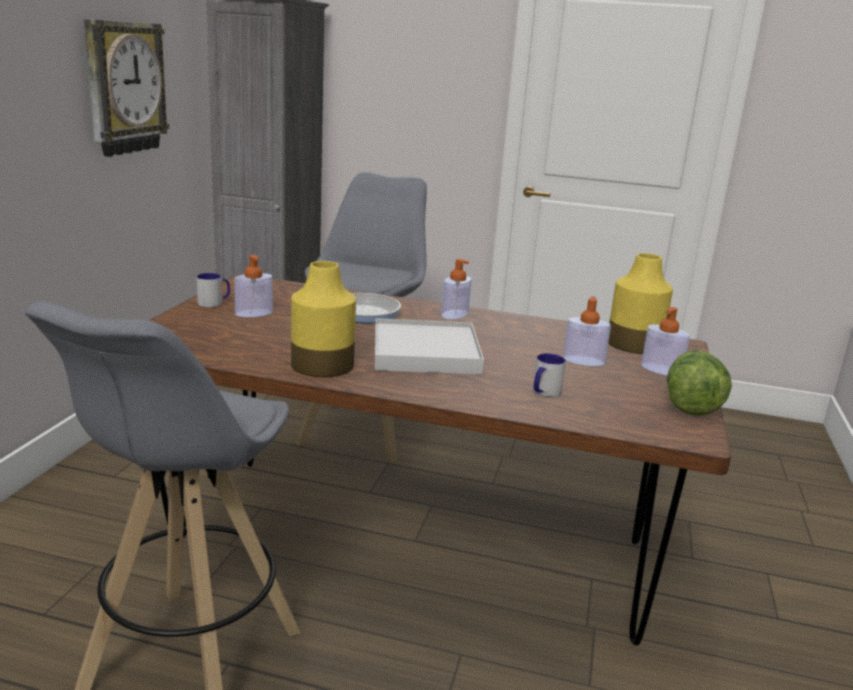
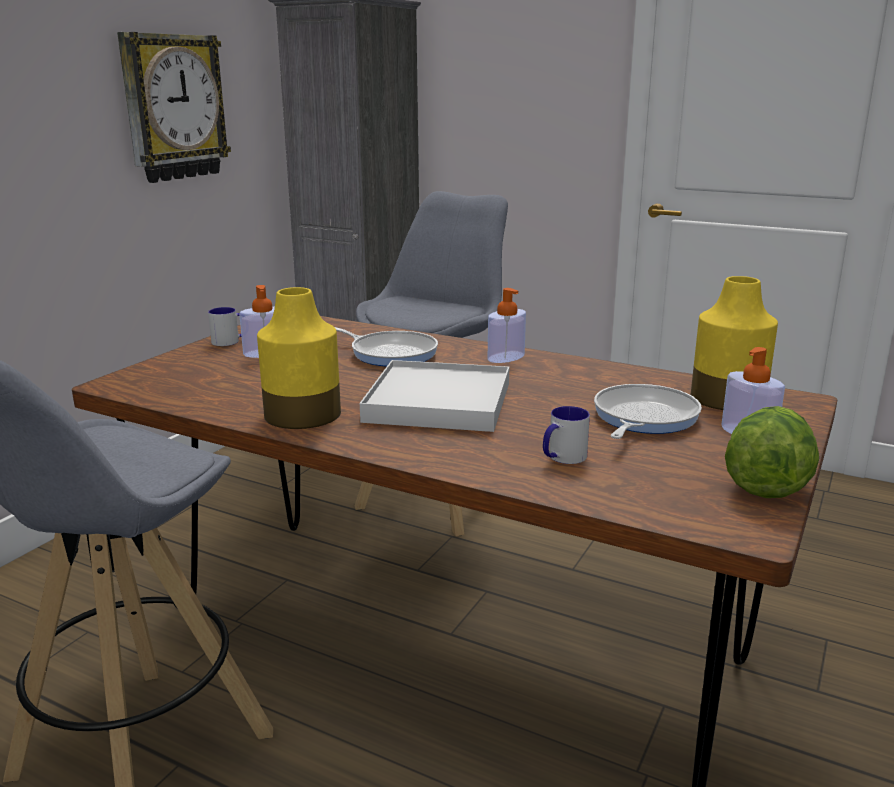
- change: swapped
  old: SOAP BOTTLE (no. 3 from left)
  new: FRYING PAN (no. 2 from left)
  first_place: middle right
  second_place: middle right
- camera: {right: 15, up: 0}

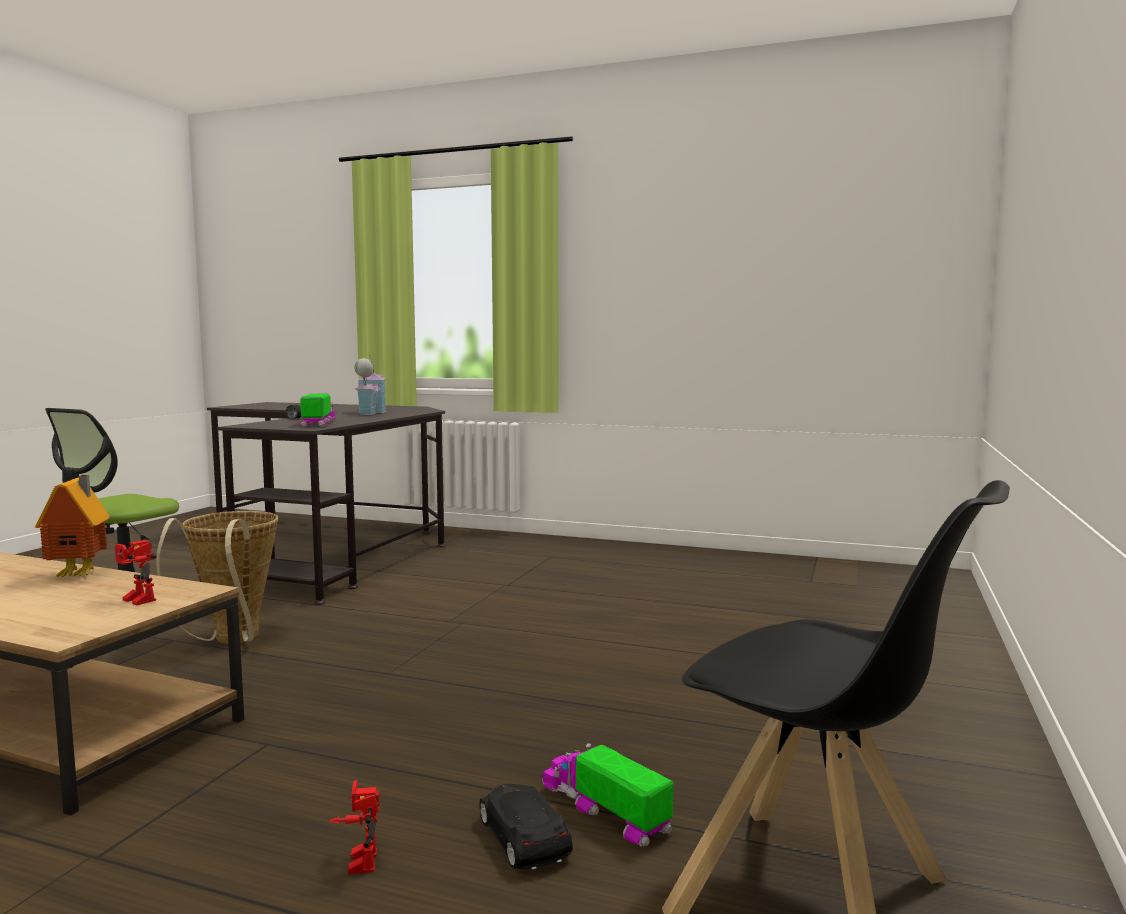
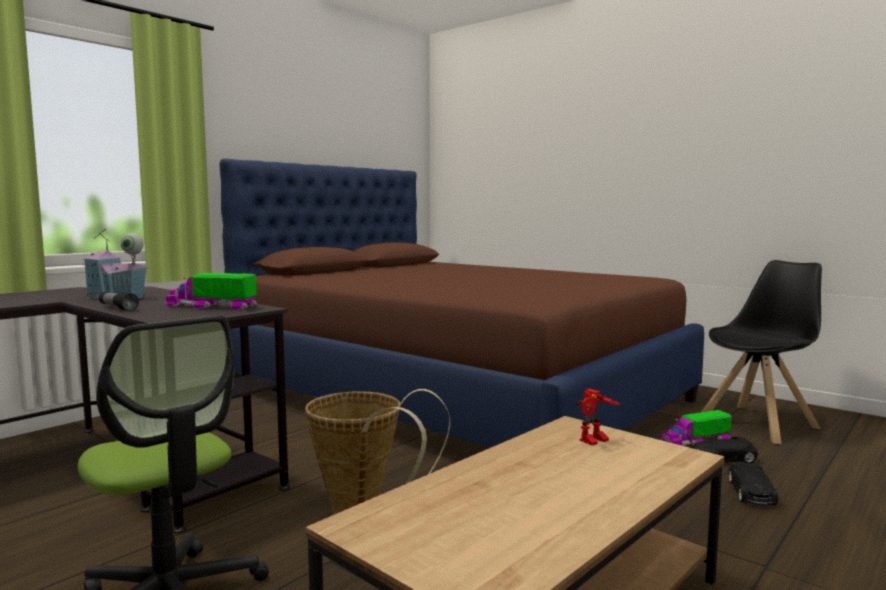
- change: gone
  old: MODEL HOUSE (no. 1 from left)
  first_place: middle left
- change: new
  new: BROWN-COLOURED BED
  second_place: centre
- change: swapped
  old: MODEL ROBOT (no. 2 from left)
  new: BLACK MODEL CAR (no. 2 from left)
  first_place: bottom left
  second_place: bottom right
- camera: {right: -70, up: 0}

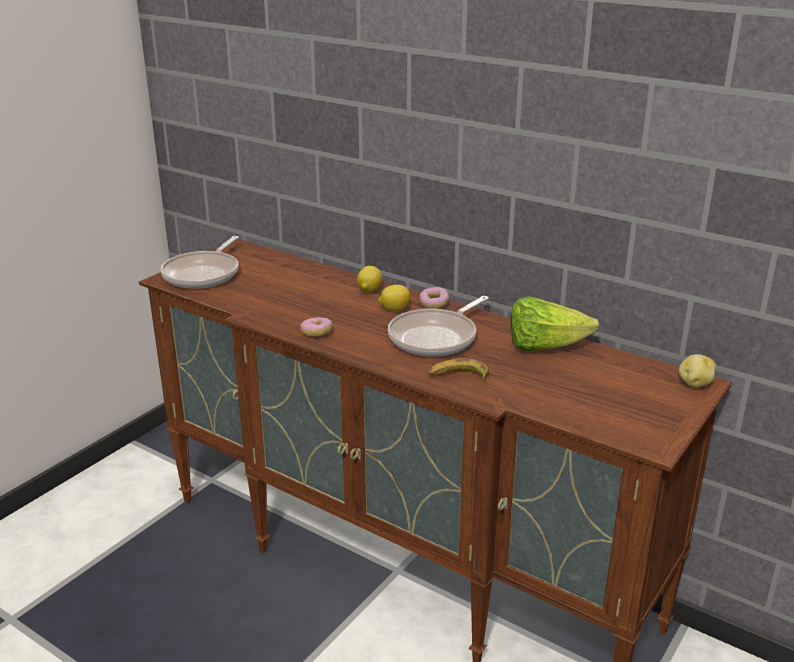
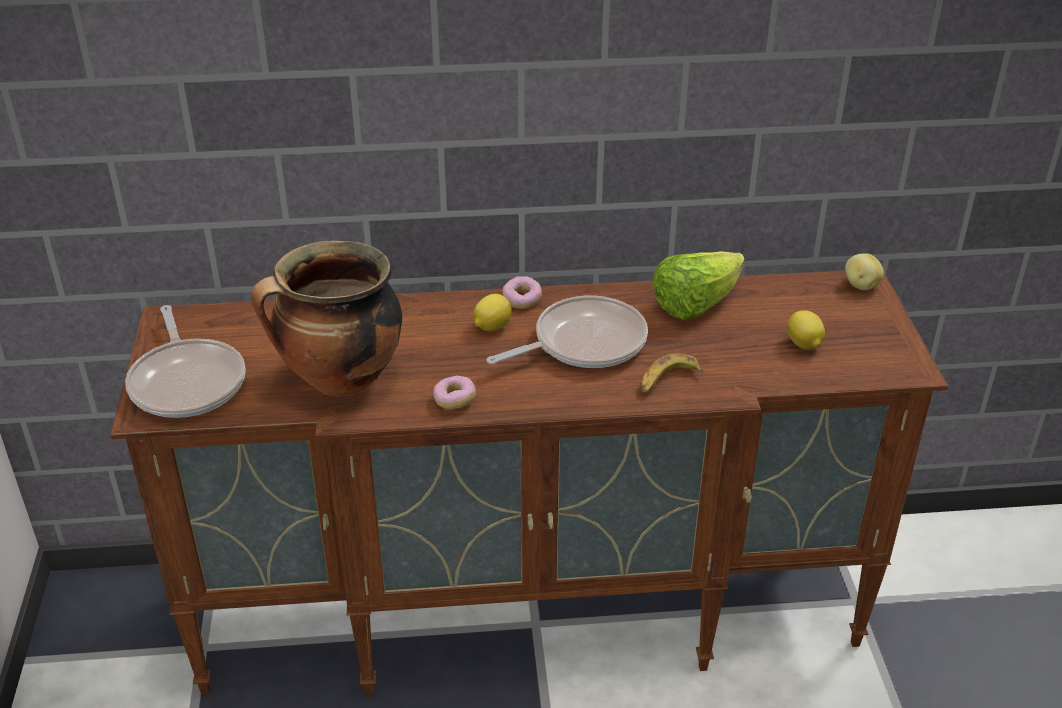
- change: new
  new: STOCKPOT
  second_place: middle left
- change: shifted
  old: LEMON (no. 1 from left in the first image)
  new: LEMON (no. 2 from left)
  first_place: centre
  second_place: middle right
- change: rotated
  old: FRYING PAN (no. 2 from left)
  first_place: centre
  second_place: centre
  degrees: -120
- camera: {right: -40, up: 10}

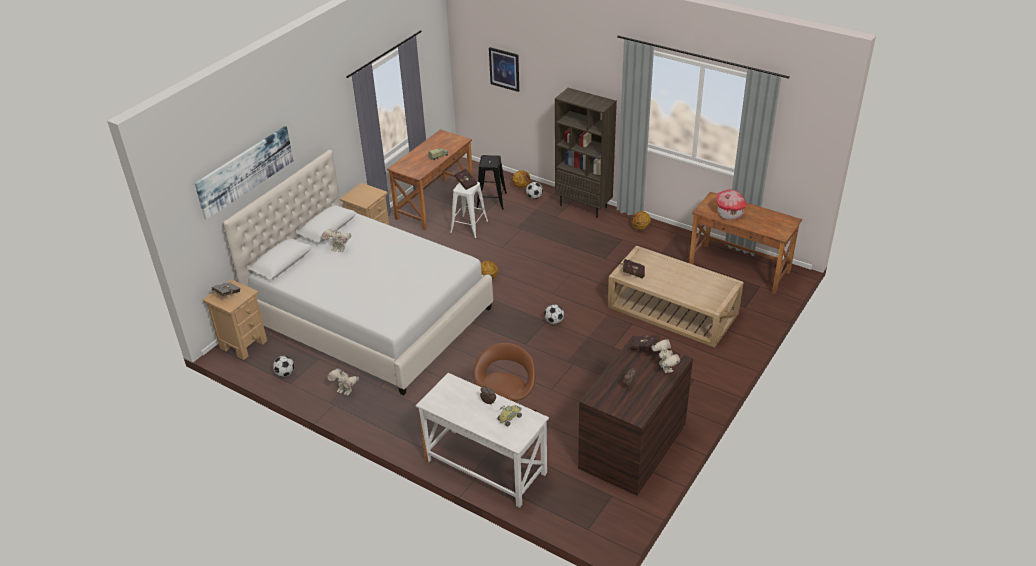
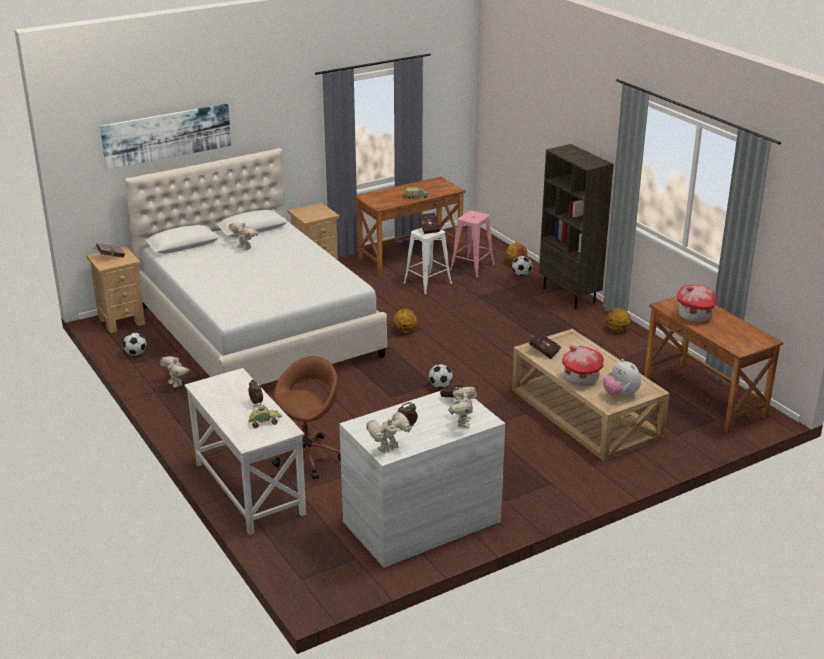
- change: gone
  old: WALL PICTURE (no. 2 from left)
  first_place: top centre
- change: new
  new: MODEL ROBOT (no. 3 from left)
  second_place: centre
- change: new
  new: MODEL HOUSE (no. 1 from left)
  second_place: middle right
- change: new
  new: CUDDLY TOY
  second_place: middle right
- change: repainted
  old: BLACK STOOL SEAT
  new: PINK STOOL SEAT
  first_place: top centre
  second_place: centre
- change: repainted
  old: BROWN-COLOURED DRESSER
  new: WHITISH DRESSER
  first_place: bottom centre
  second_place: bottom centre
- camera: {right: 25, up: -10}

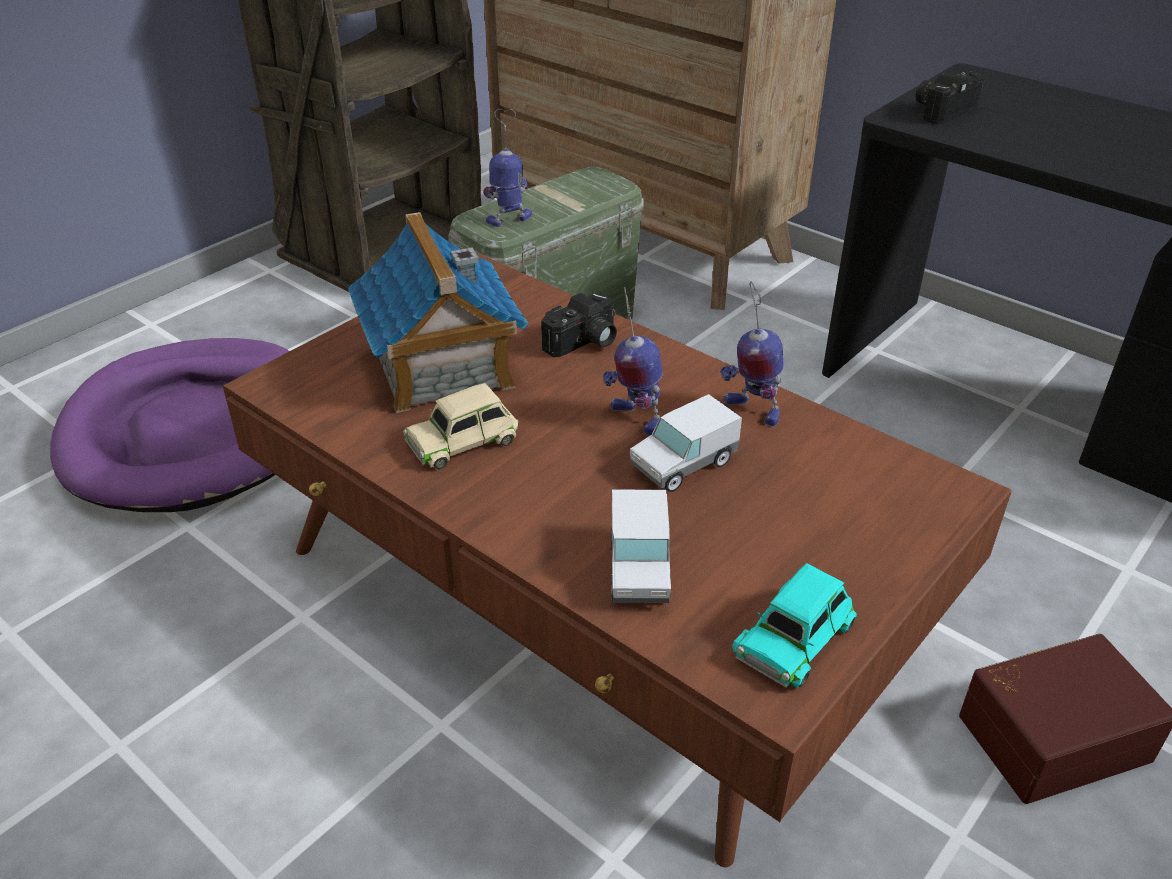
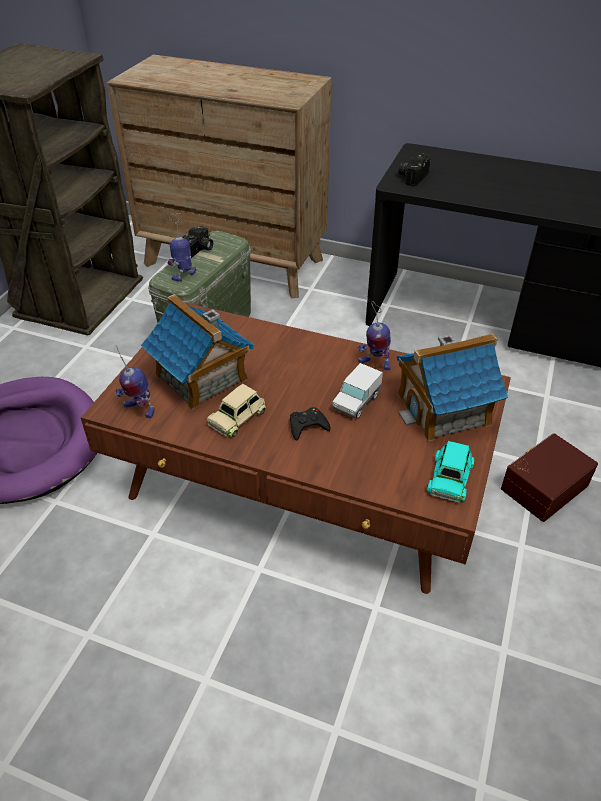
- change: gone
  old: TOY TRUCK (no. 1 from left)
  first_place: centre
- change: new
  new: BLACK GAME CONTROLLER
  second_place: centre
- change: new
  new: MODEL HOUSE (no. 2 from left)
  second_place: middle right
- change: shifted
  old: STILL CAMERA (no. 1 from left)
  first_place: centre
  second_place: top left
- change: shifted
  old: MODEL ROBOT (no. 2 from left in the first image)
  new: MODEL ROBOT (no. 1 from left)
  first_place: centre
  second_place: middle left
- camera: {right: -20, up: 5}

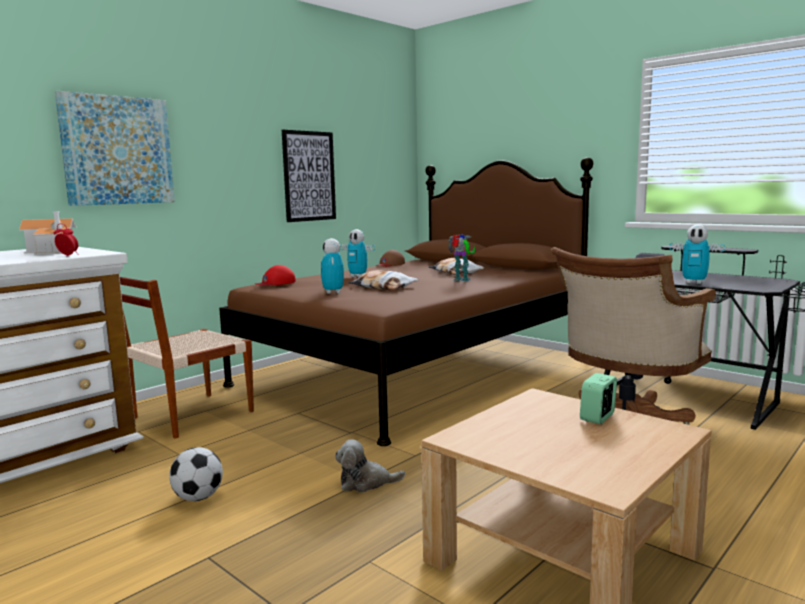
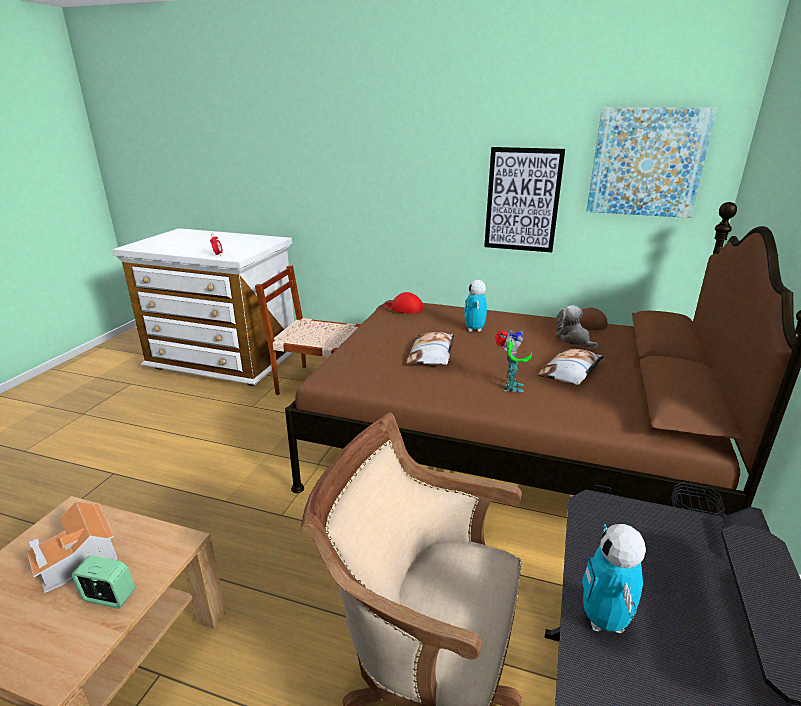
- change: gone
  old: FOOTBALL BALL
  first_place: bottom left
- change: gone
  old: MODEL ROBOT (no. 1 from left)
  first_place: centre
- change: shifted
  old: MODEL HOUSE
  first_place: middle left
  second_place: bottom left
- change: shifted
  old: WALL PICTURE (no. 1 from left in the first image)
  new: WALL PICTURE (no. 2 from left)
  first_place: top left
  second_place: top right
- change: shifted
  old: CUDDLY TOY
  first_place: bottom centre
  second_place: middle right
- camera: {right: 65, up: 15}

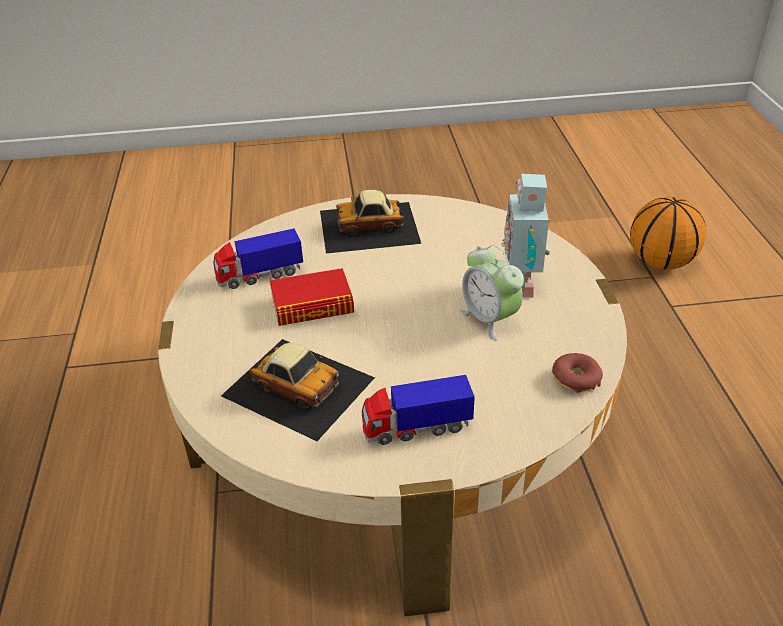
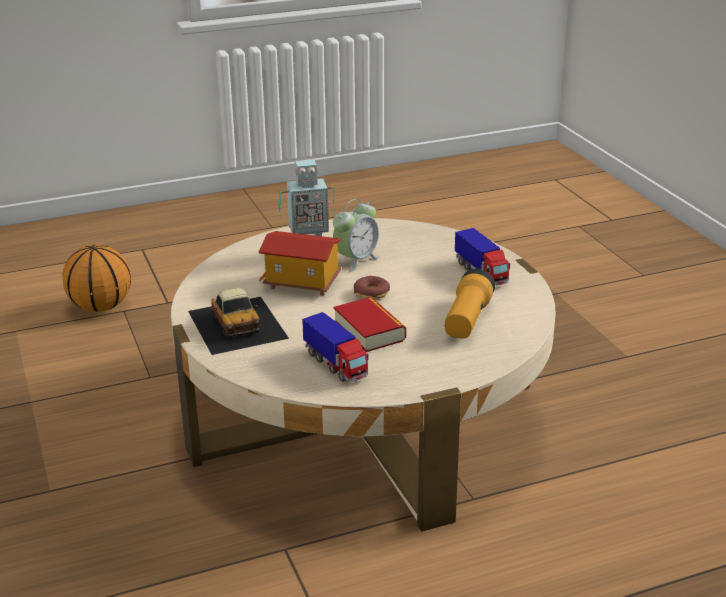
- change: new
  new: MODEL HOUSE
  second_place: centre
- change: shifted
  old: RING DOUGHNUT
  first_place: middle right
  second_place: centre
- change: swapped
  old: MODEL CAR (no. 1 from left)
  new: TORCH
  first_place: centre
  second_place: centre
- camera: {right: -105, up: -10}

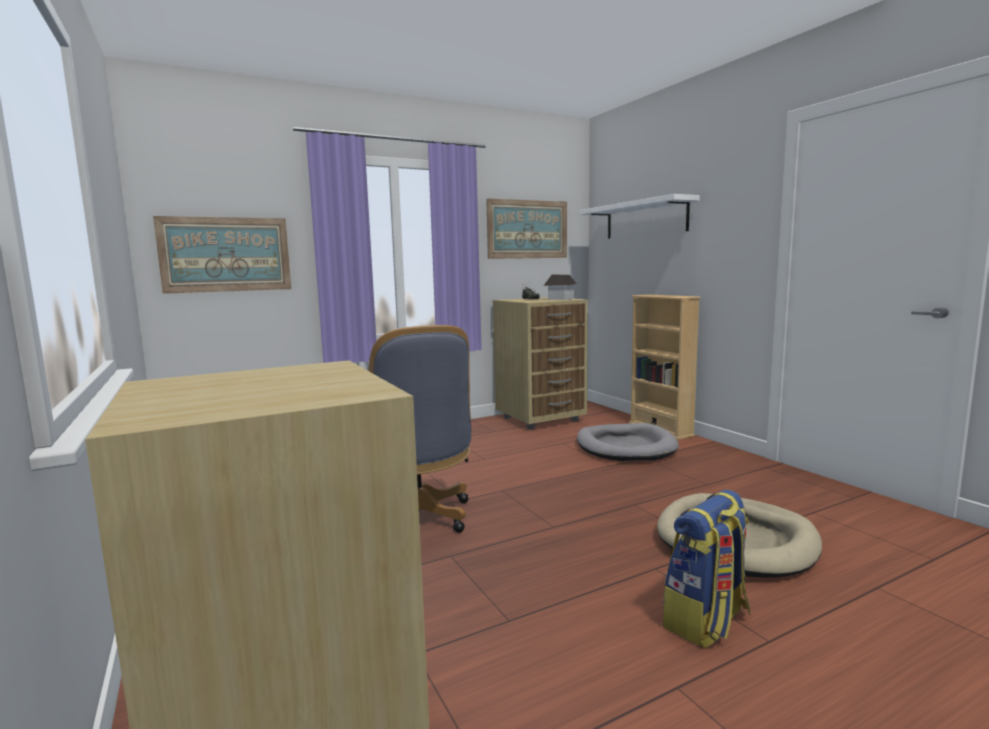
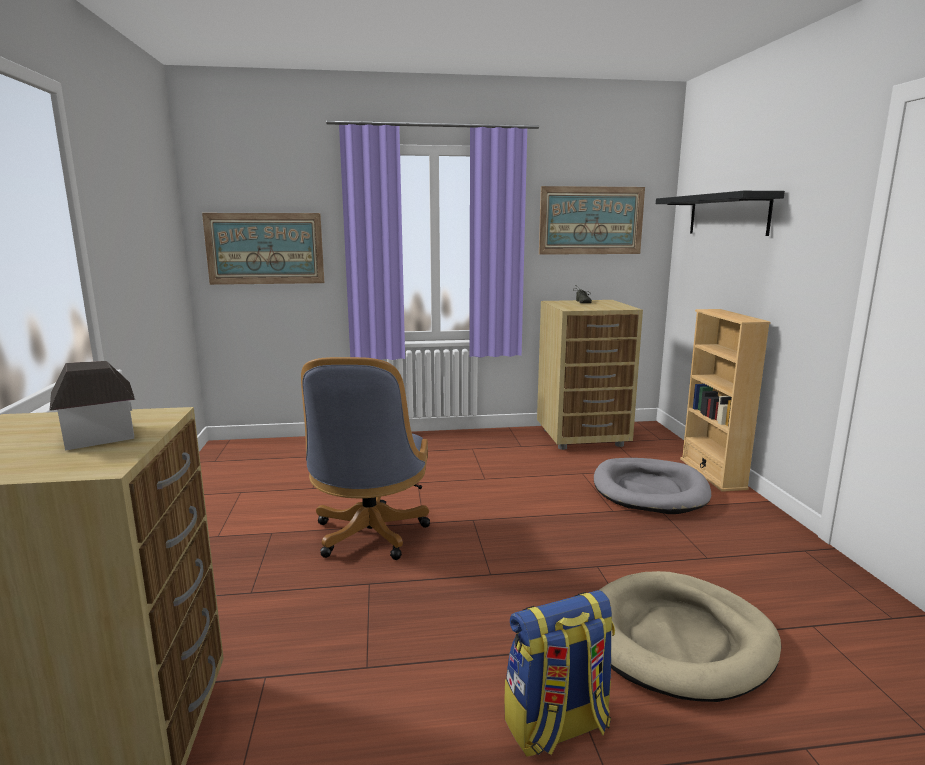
- change: shifted
  old: MODEL HOUSE
  first_place: centre
  second_place: middle left
- change: repainted
  old: WHITISH SHELF
  new: BLACK SHELF
  first_place: top centre
  second_place: top right
- camera: {right: 20, up: 5}

